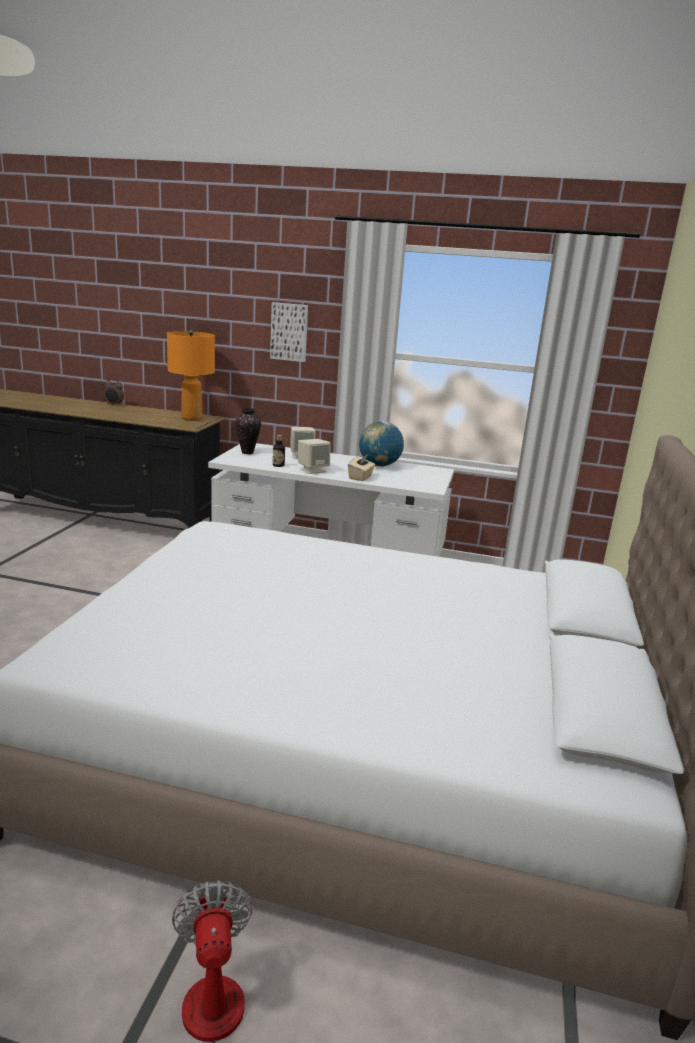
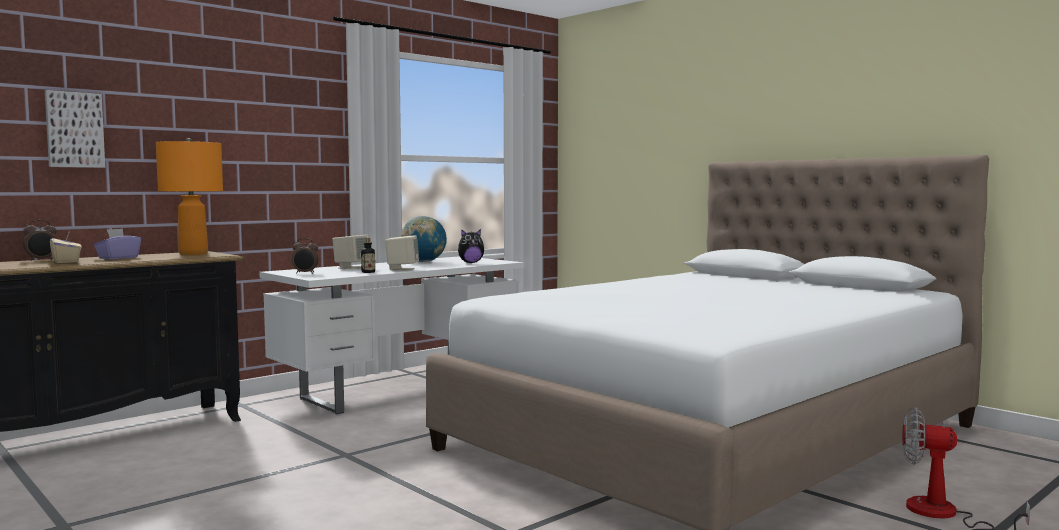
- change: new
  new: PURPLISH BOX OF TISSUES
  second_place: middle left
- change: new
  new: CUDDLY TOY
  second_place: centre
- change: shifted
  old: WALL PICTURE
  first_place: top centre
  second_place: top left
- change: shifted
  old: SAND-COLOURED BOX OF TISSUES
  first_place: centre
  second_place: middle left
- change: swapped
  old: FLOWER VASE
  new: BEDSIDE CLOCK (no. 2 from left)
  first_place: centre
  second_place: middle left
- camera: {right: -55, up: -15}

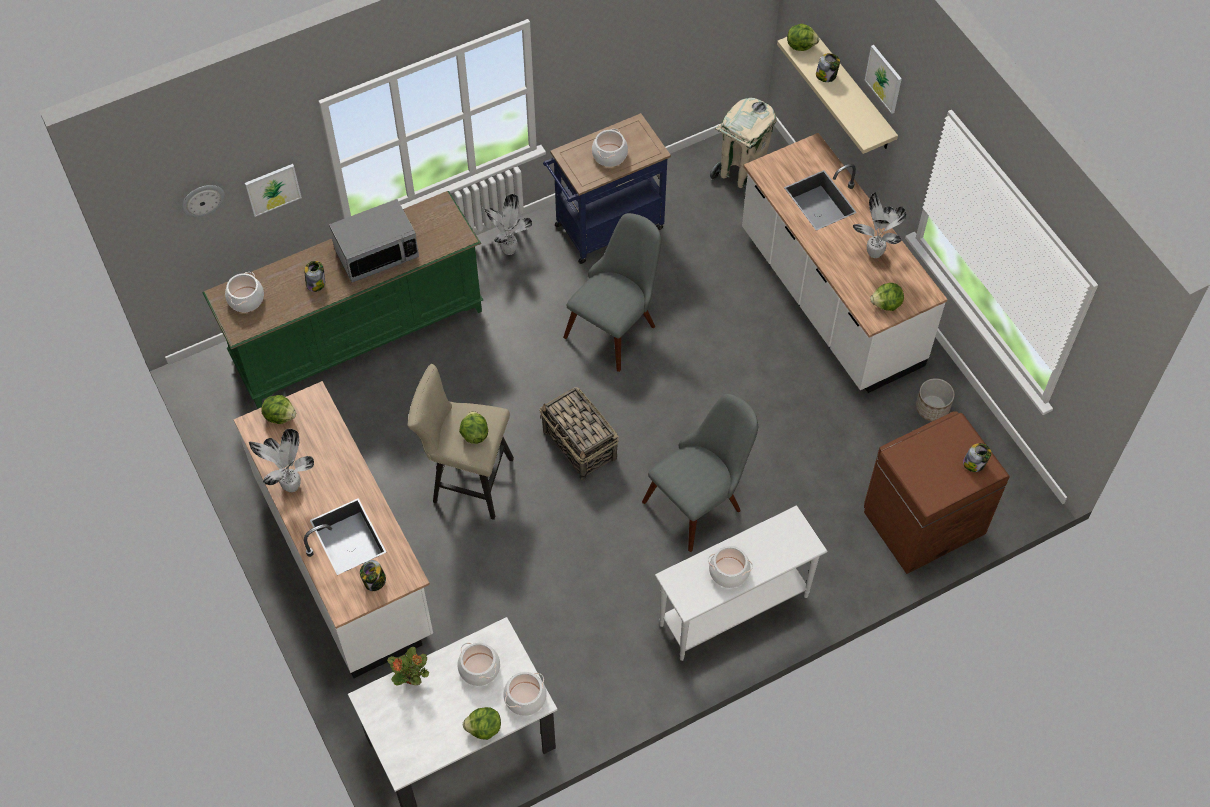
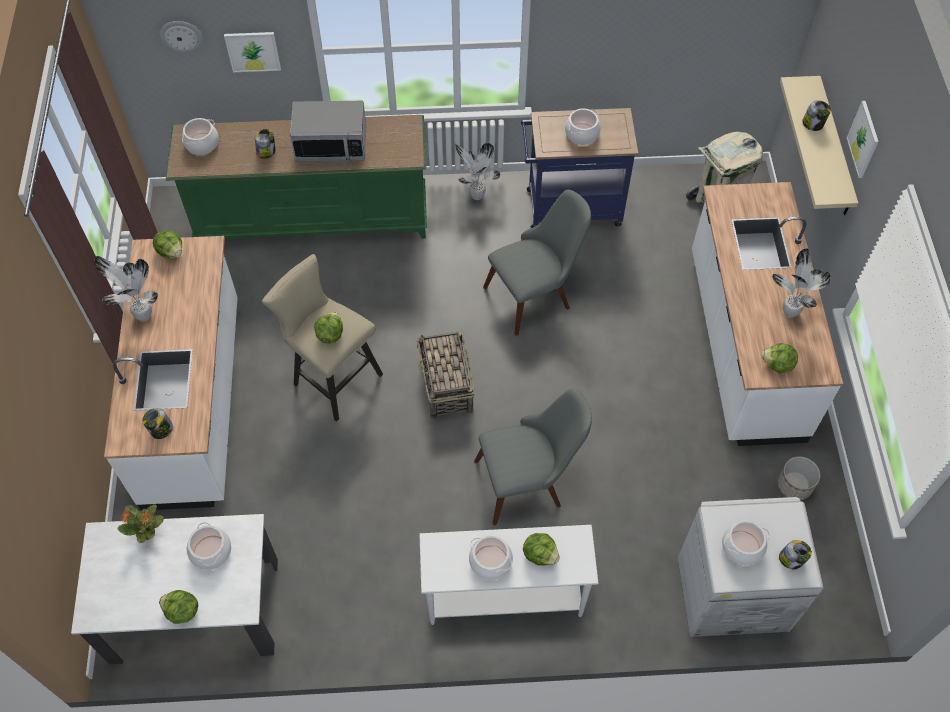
- change: shifted
  old: STOCKPOT (no. 3 from left in the first image)
  new: STOCKPOT (no. 5 from left)
  first_place: bottom centre
  second_place: bottom right
- change: shifted
  old: LETTUCE HEAD (no. 4 from left)
  first_place: top centre
  second_place: bottom centre
- change: repainted
  old: BROWN-COLOURED LAUNDRY MACHINE
  new: WHITISH LAUNDRY MACHINE
  first_place: middle right
  second_place: bottom right
- camera: {right: 25, up: 0}

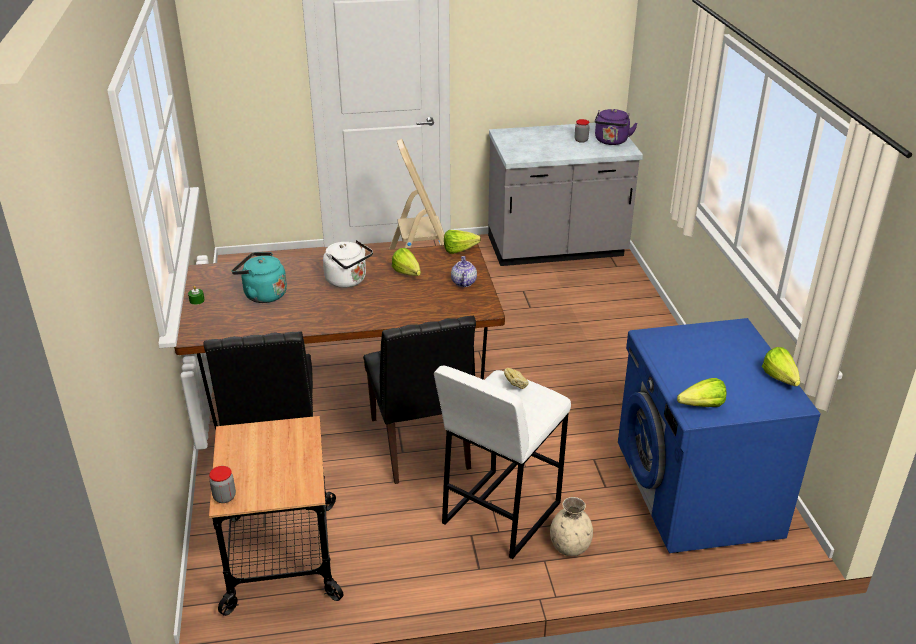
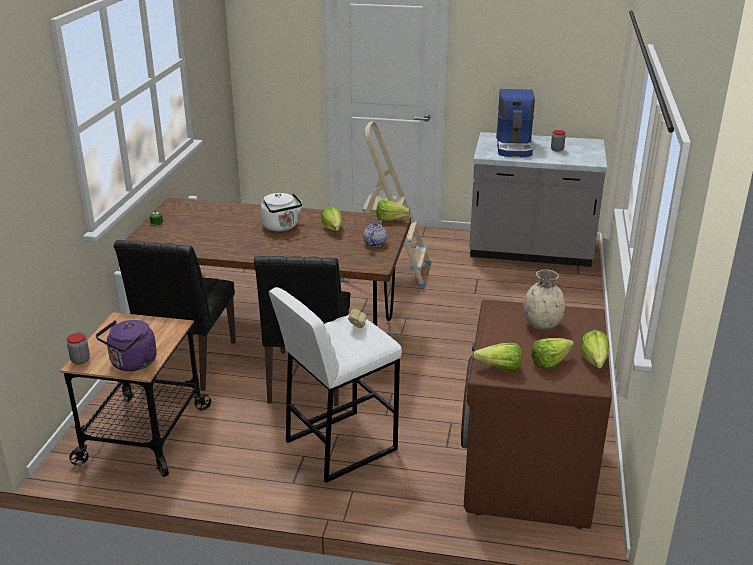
- change: gone
  old: BLUE-GREEN WATER KETTLE
  first_place: middle left
- change: new
  new: COFFEE MACHINE
  second_place: top right
- change: new
  new: LETTUCE HEAD (no. 4 from left)
  second_place: middle right
- change: shifted
  old: SAND-COLOURED FLOWER VASE
  first_place: bottom centre
  second_place: middle right
- change: shifted
  old: PURPLISH WATER KETTLE
  first_place: top right
  second_place: middle left
- change: repainted
  old: BLUE-COLOURED LAUNDRY MACHINE
  new: BROWN-COLOURED LAUNDRY MACHINE
  first_place: bottom right
  second_place: bottom right
- camera: {right: 20, up: -5}

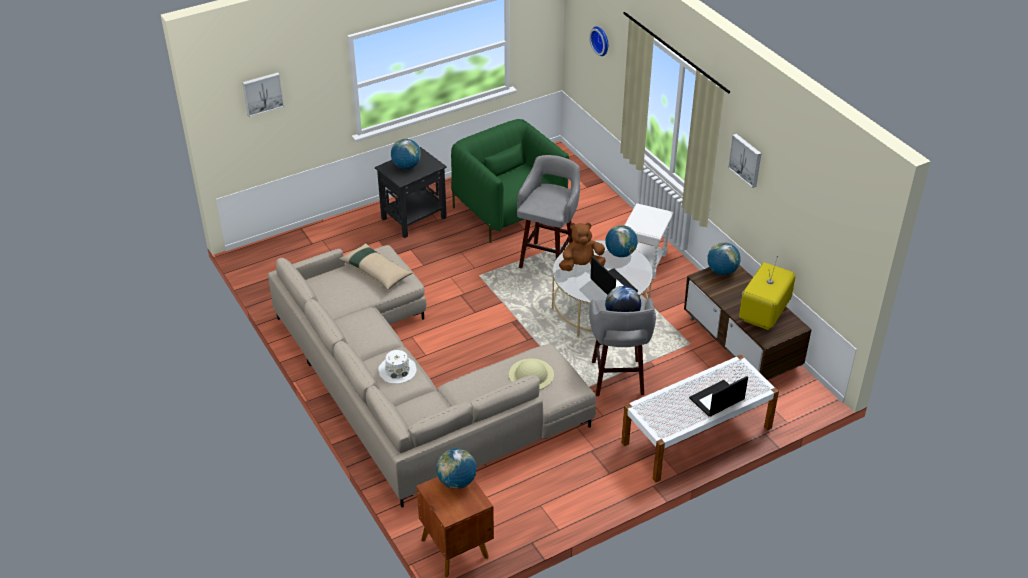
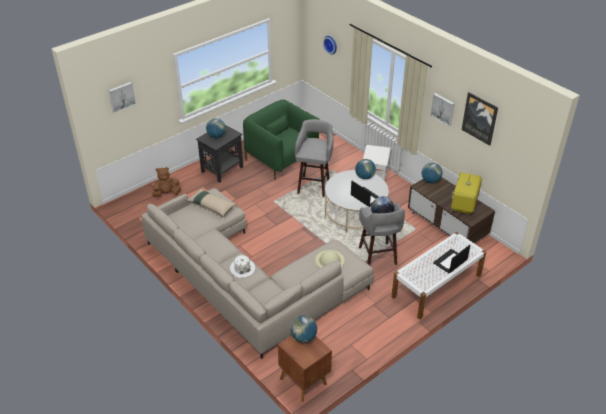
- change: new
  new: WALL PICTURE (no. 3 from left)
  second_place: top right
- change: shifted
  old: BROWN-COLOURED CUDDLY TOY
  first_place: centre
  second_place: middle left
- camera: {right: -10, up: 0}

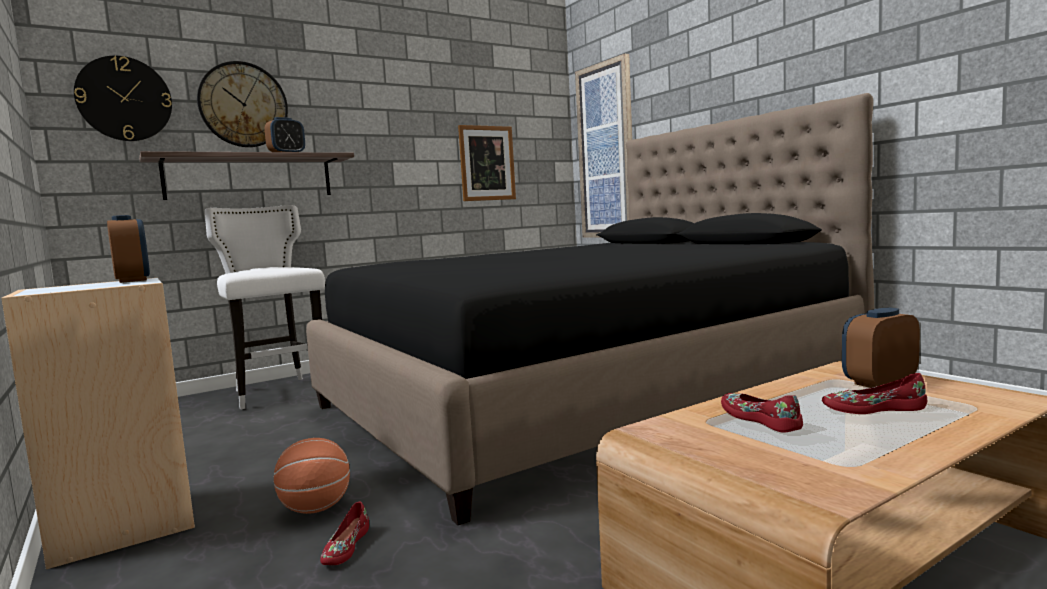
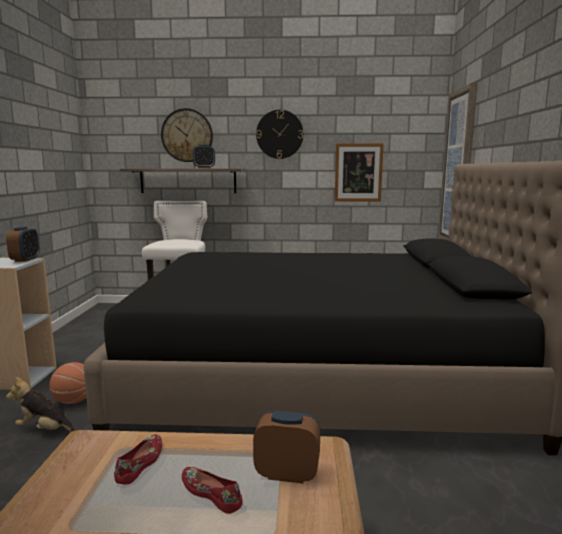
- change: shifted
  old: HANGING CLOCK (no. 1 from left in the first image)
  new: HANGING CLOCK (no. 2 from left)
  first_place: top left
  second_place: top centre
- change: swapped
  old: RED LOW SHOE (no. 1 from left)
  new: CUDDLY TOY
  first_place: bottom left
  second_place: bottom left
- camera: {right: 35, up: 5}

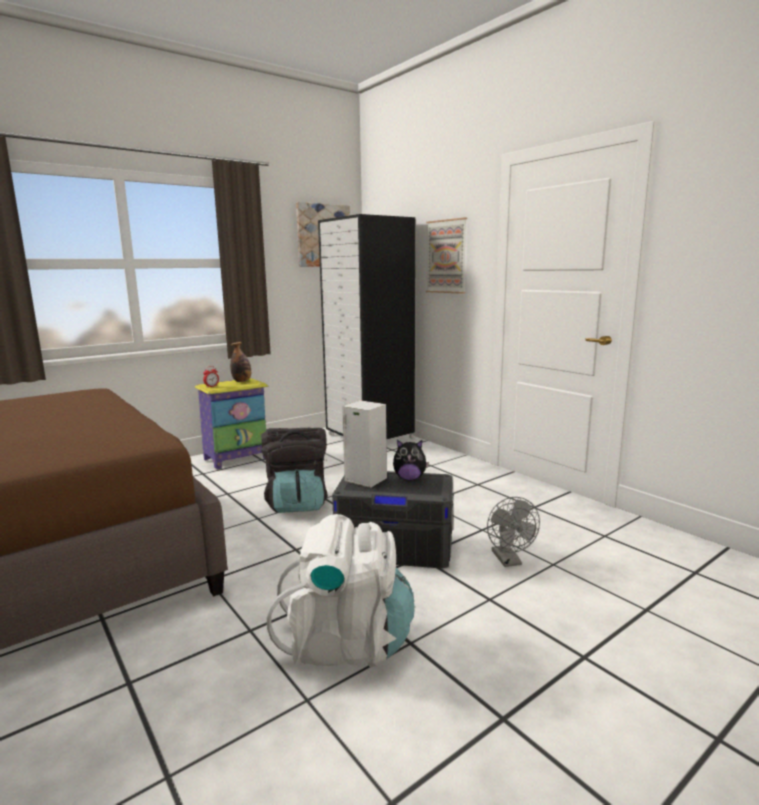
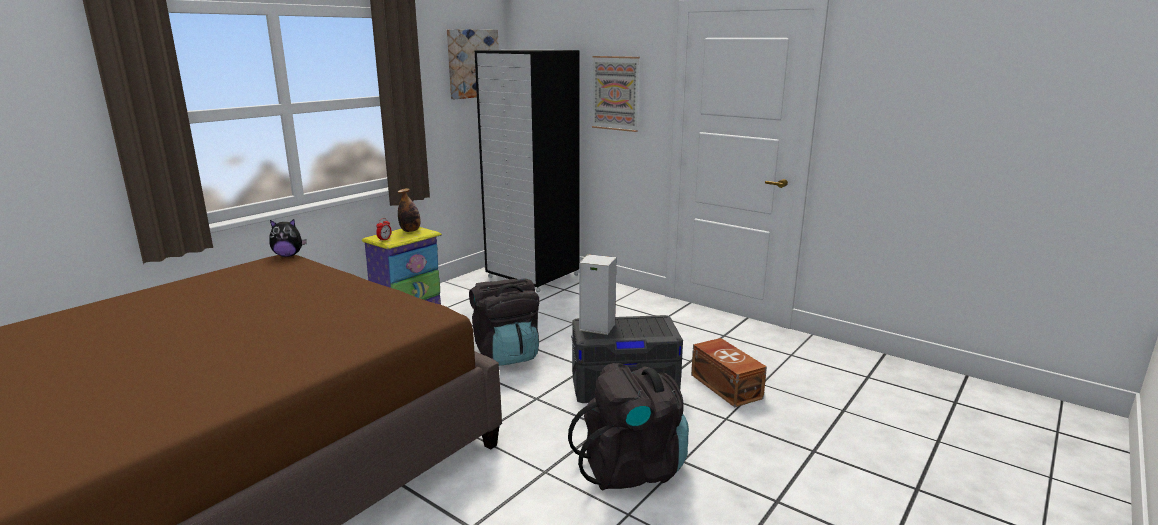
- change: shifted
  old: CUDDLY TOY
  first_place: centre
  second_place: middle left
- change: swapped
  old: GRAY ELECTRIC FAN
  new: BROWN-COLOURED STORAGE BOX
  first_place: middle right
  second_place: bottom centre
- change: repainted
  old: WHITISH BACKPACK
  new: BLACK BACKPACK (no. 2 from left)
  first_place: bottom centre
  second_place: bottom centre
- camera: {right: -15, up: 5}

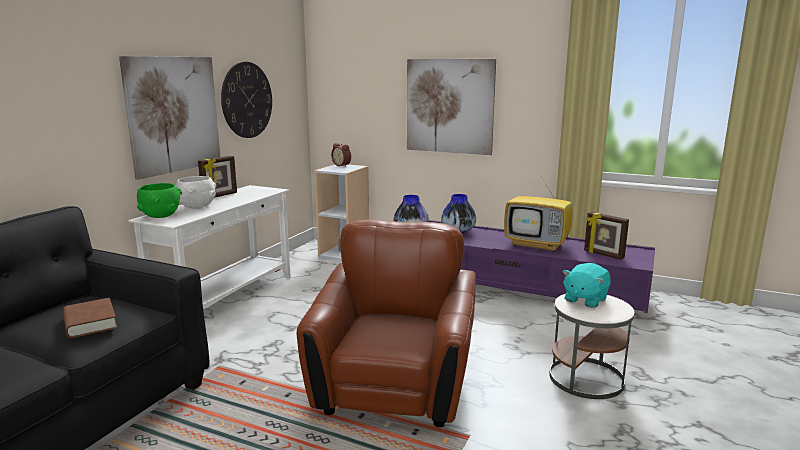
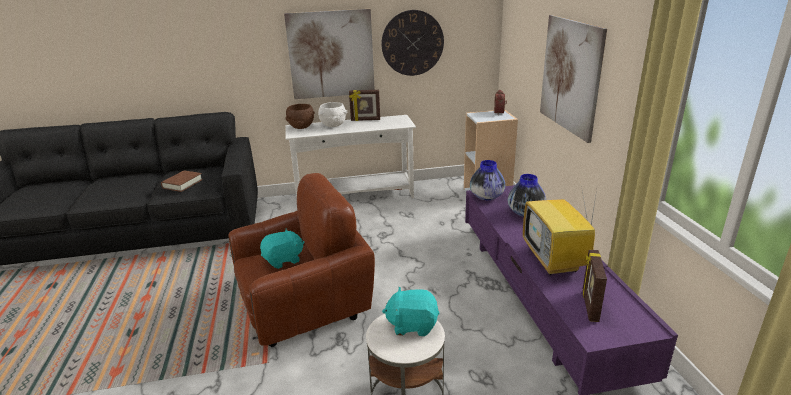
- change: new
  new: BLUE-GREEN CUDDLY TOY (no. 1 from left)
  second_place: centre
- change: repainted
  old: GREENISH SERVING BOWL
  new: BROWN-COLOURED SERVING BOWL
  first_place: middle left
  second_place: top centre
- camera: {right: 55, up: 10}

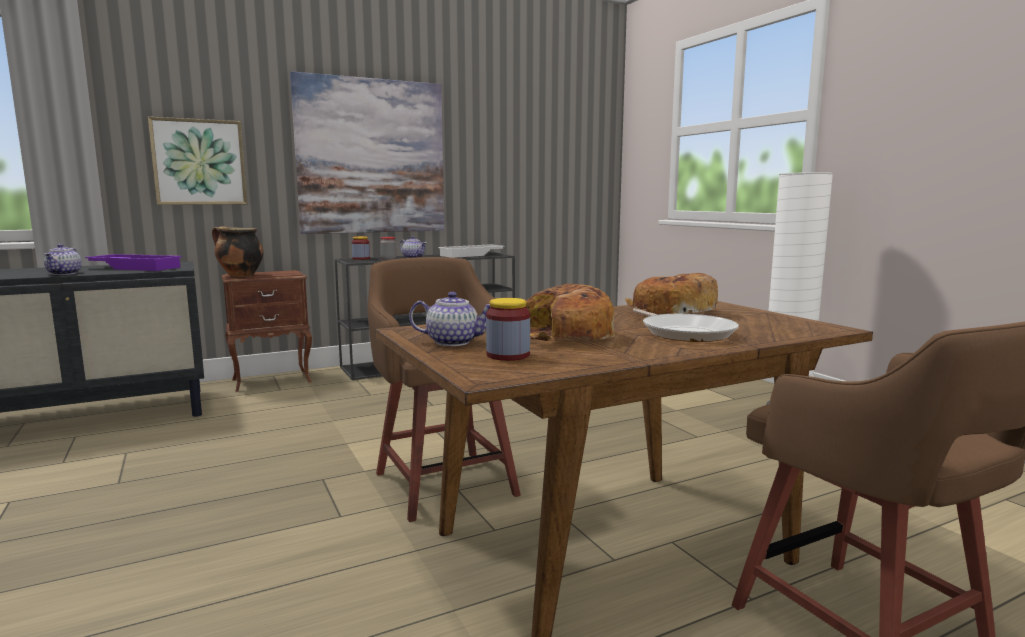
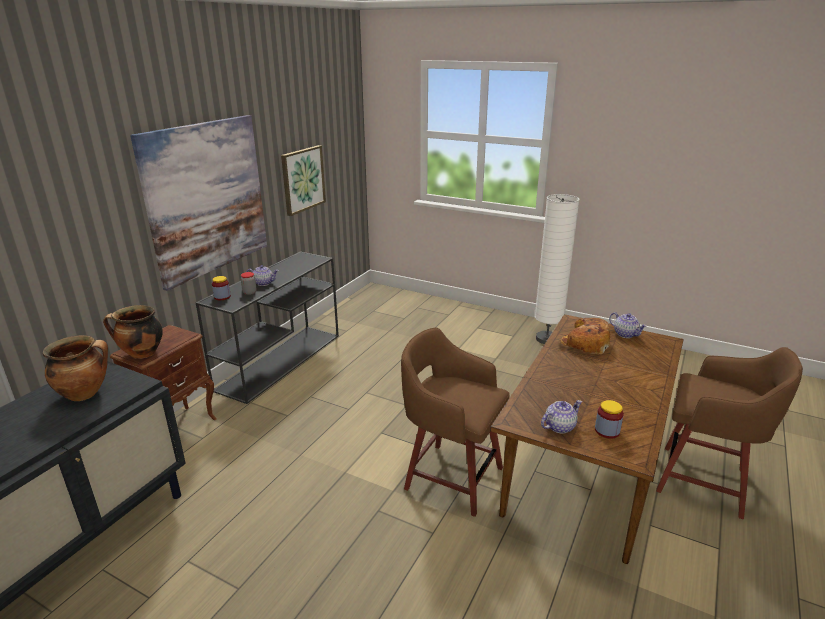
- change: gone
  old: WHITISH SERVING TRAY
  first_place: centre
- change: gone
  old: BAKERY BREAD (no. 1 from left)
  first_place: centre
- change: gone
  old: FRYING PAN
  first_place: middle right
- change: shifted
  old: TEA POT (no. 1 from left in the first image)
  new: TEA POT (no. 3 from left)
  first_place: middle left
  second_place: middle right
- change: shifted
  old: WALL PICTURE (no. 1 from left in the first image)
  new: WALL PICTURE (no. 2 from left)
  first_place: top left
  second_place: top centre
- change: swapped
  old: PURPLISH SERVING TRAY
  new: STOCKPOT (no. 1 from left)
  first_place: middle left
  second_place: middle left
- camera: {right: -35, up: 15}

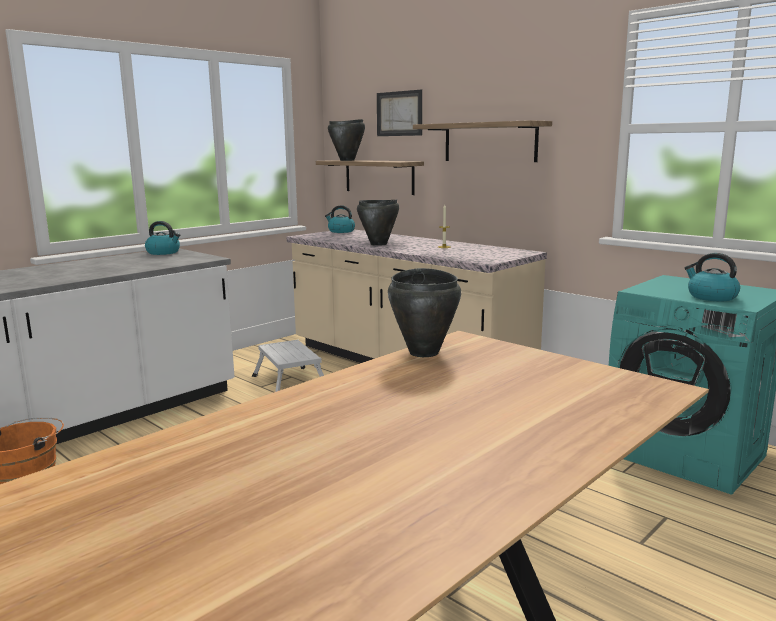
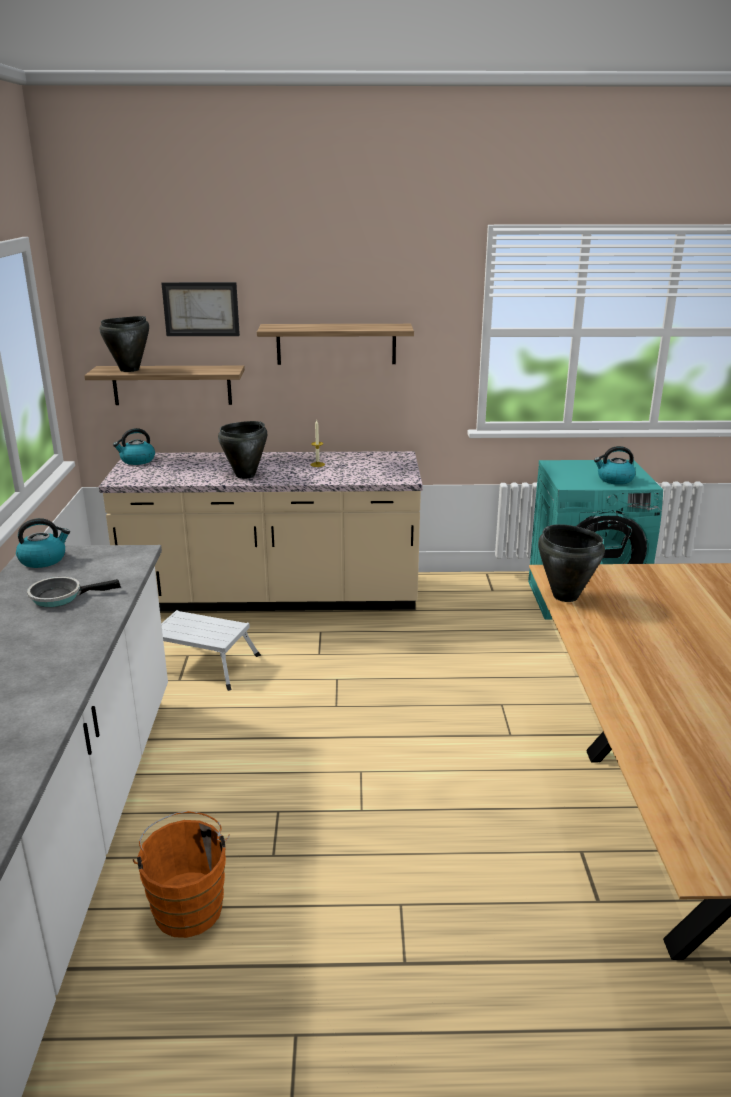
- change: new
  new: FRYING PAN
  second_place: middle left
- camera: {right: -45, up: 10}

